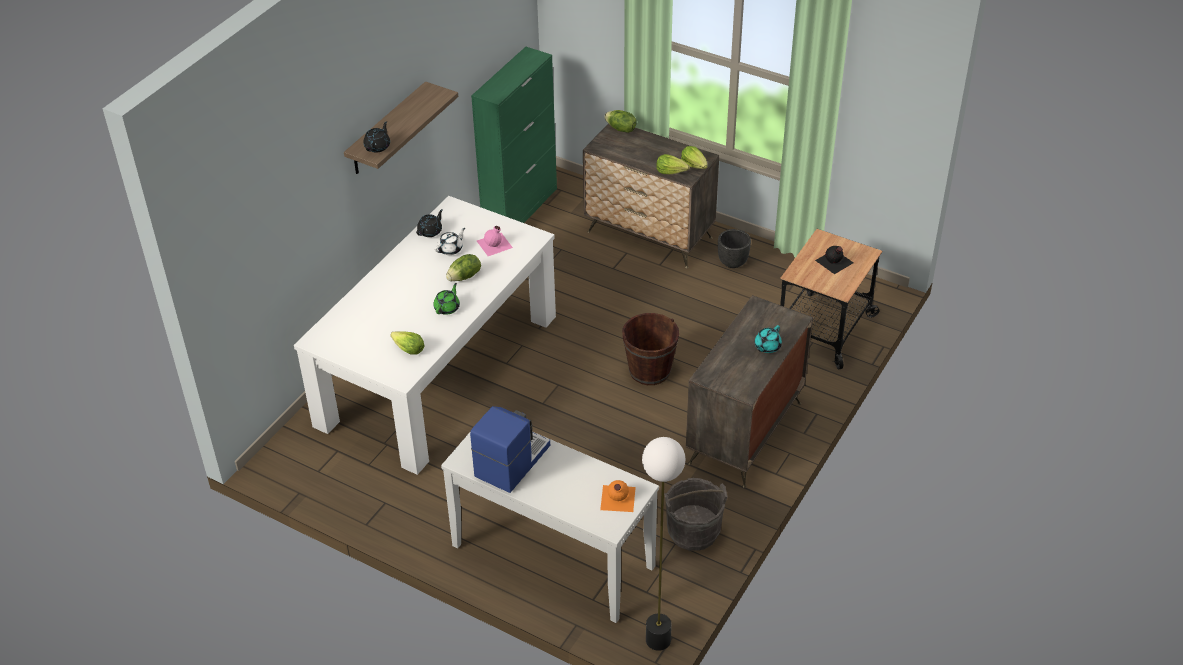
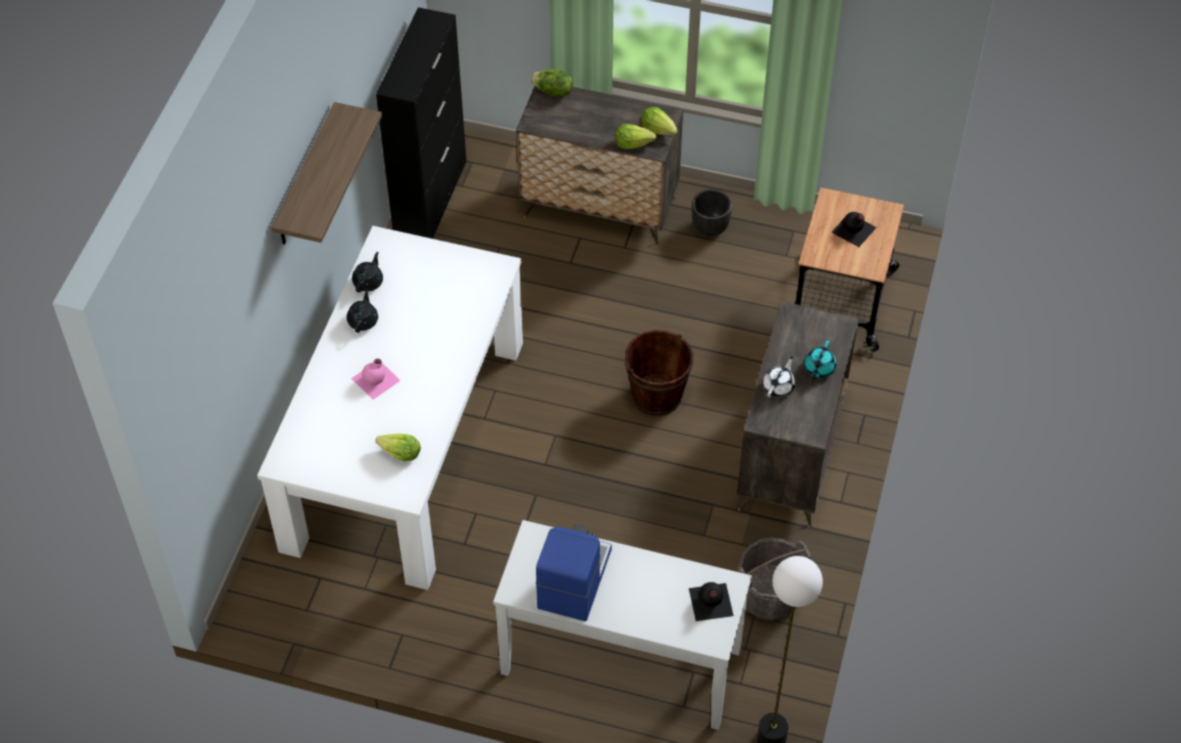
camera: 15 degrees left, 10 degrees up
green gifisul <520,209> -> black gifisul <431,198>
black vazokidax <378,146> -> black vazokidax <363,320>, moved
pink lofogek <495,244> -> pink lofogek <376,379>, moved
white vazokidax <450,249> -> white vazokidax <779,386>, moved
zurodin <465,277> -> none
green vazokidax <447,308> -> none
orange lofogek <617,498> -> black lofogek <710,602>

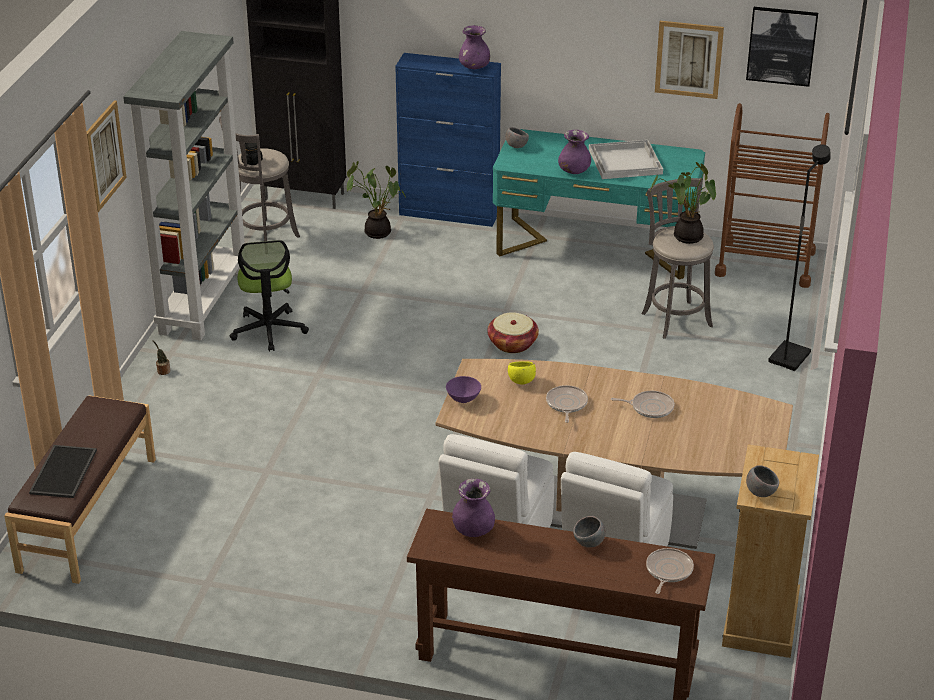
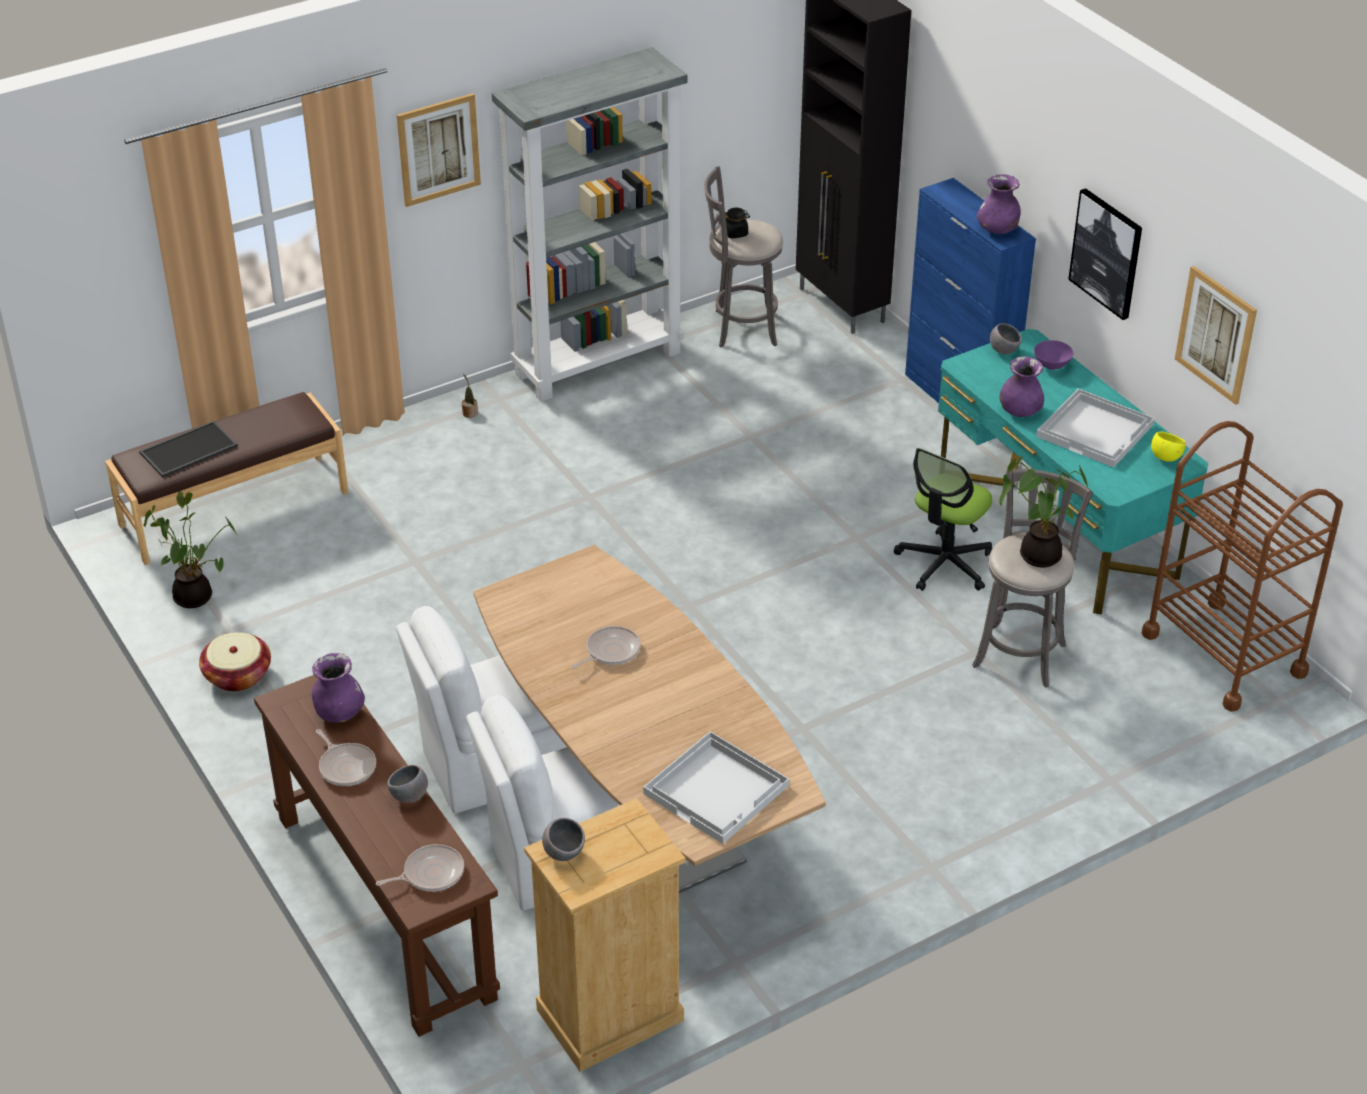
camera: 45 degrees right, 5 degrees up
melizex <781,45> -> melizex <1107,253>, moved
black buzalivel <788,357> -> none
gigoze <378,231> -> gigoze <196,595>, moved
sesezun <269,330> -> sesezun <944,564>, moved
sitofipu <512,344> -> sitofipu <238,675>, moved
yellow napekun <521,382> -> yellow napekun <1165,458>, moved
purple napekun <463,400> -> purple napekun <1051,366>, moved
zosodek <650,407> -> zosodek <346,766>, moved
none -> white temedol <717,789>

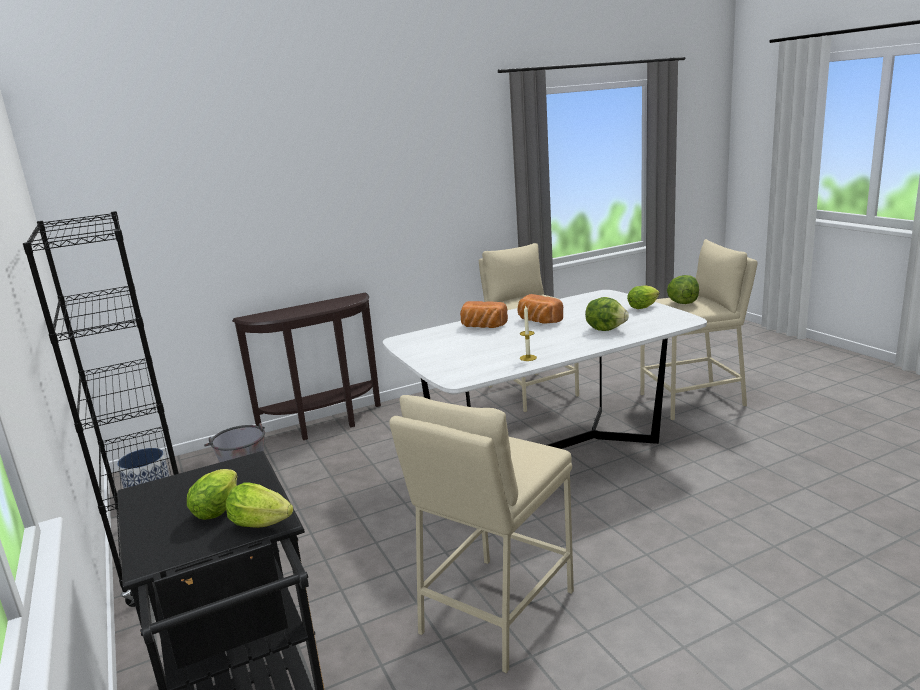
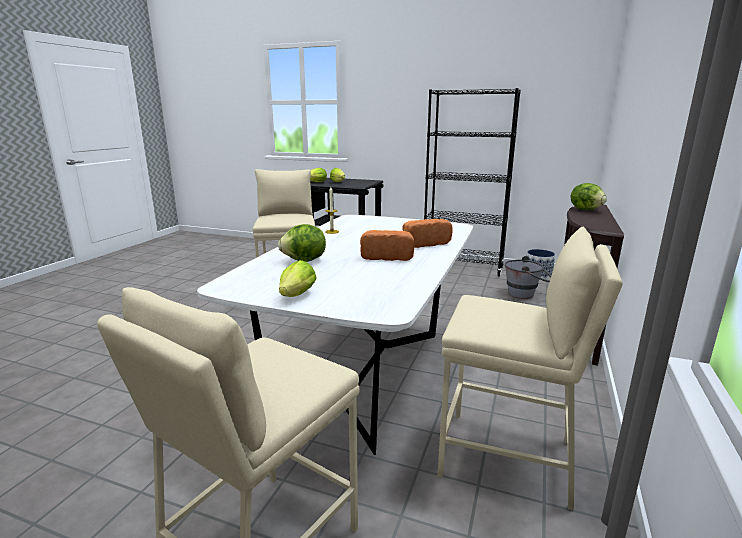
camera: 135 degrees right, 0 degrees up
zurodin <682,303> -> zurodin <586,209>, moved

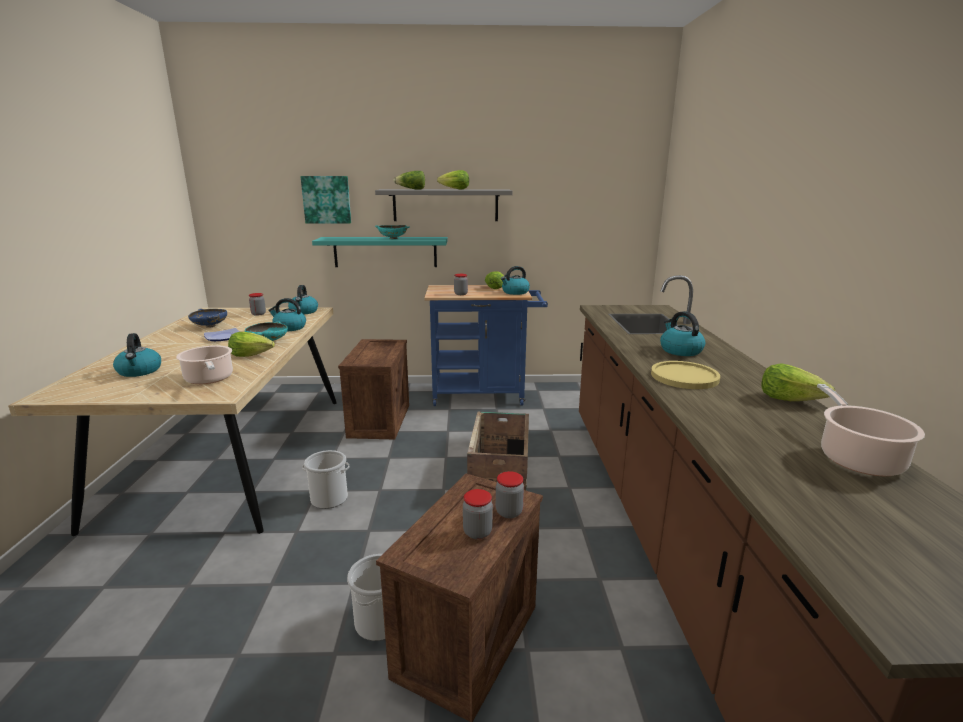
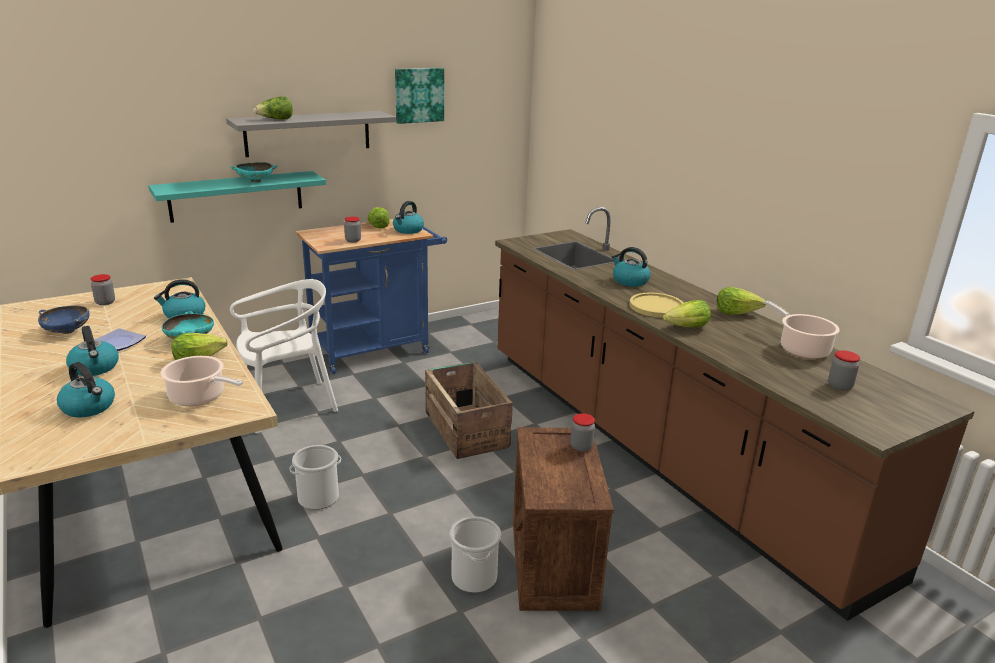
camera: 30 degrees left, 5 degrees up
zurodin <454,189> -> zurodin <687,327>, moved
melizex <327,199> -> melizex <418,95>, moved
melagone <304,312> -> melagone <95,368>, moved
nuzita <380,421> -> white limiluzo <287,405>
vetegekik <477,532> -> vetegekik <839,386>, moved

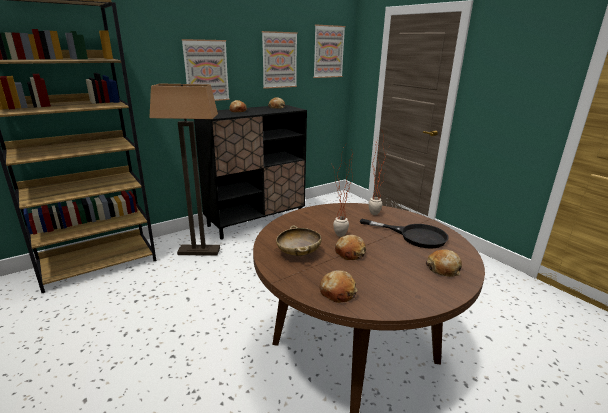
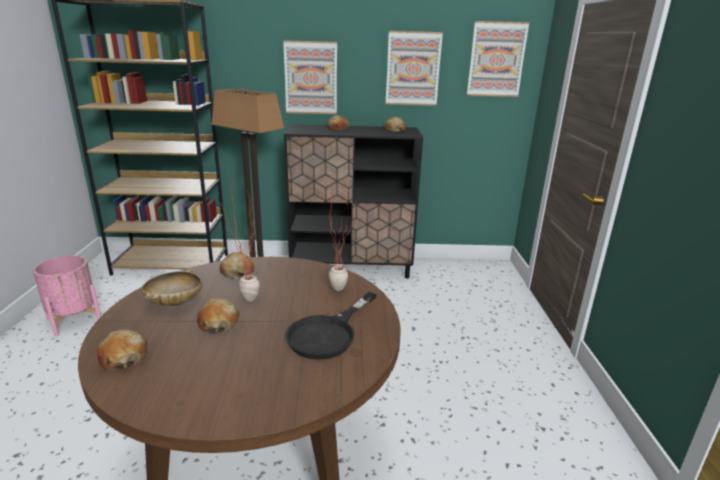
camera: 35 degrees right, 0 degrees up
black zosodek <414,236> -> black zosodek <329,333>, 60 degrees clockwise
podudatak <443,268> -> podudatak <237,272>, moved
none -> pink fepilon <74,319>

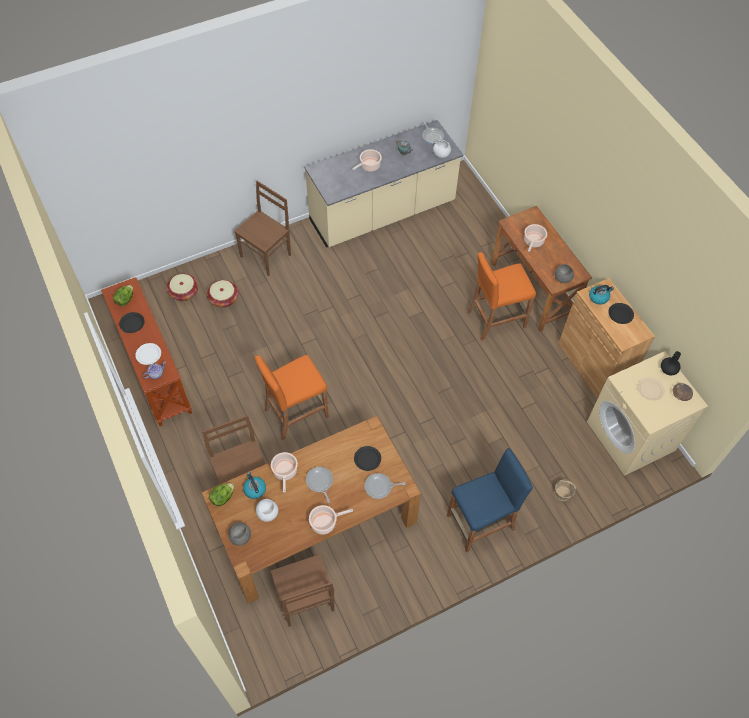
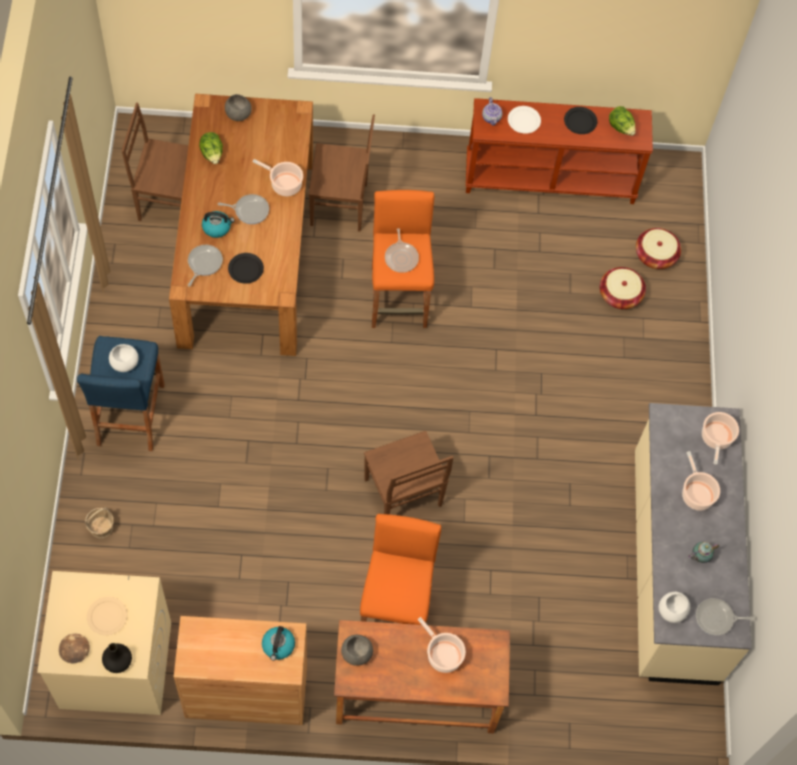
camera: 115 degrees right, 5 degrees up
brown limiluzo <267,255> -> brown limiluzo <403,494>, moved
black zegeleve <620,314> -> none
melagone <254,489> -> melagone <217,227>, moved
zurodin <222,497> -> zurodin <212,154>, moved
white napekun <267,512> -> white napekun <125,362>, moved
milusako <325,523> -> milusako <716,438>, moved
none -> zosodek <401,257>

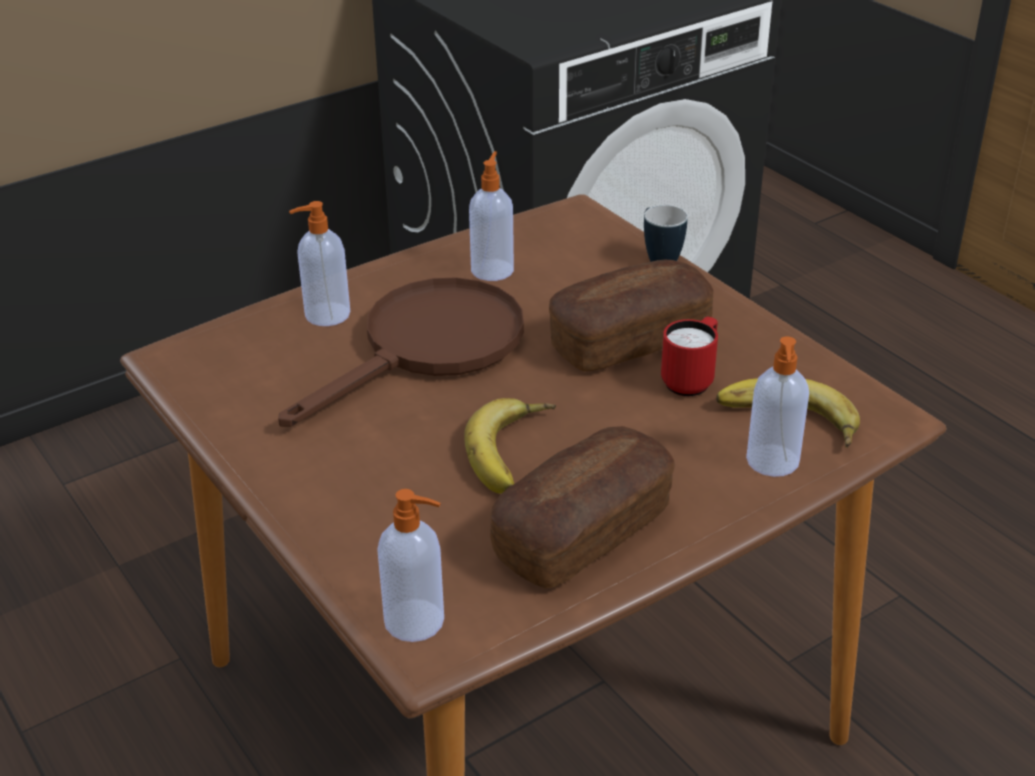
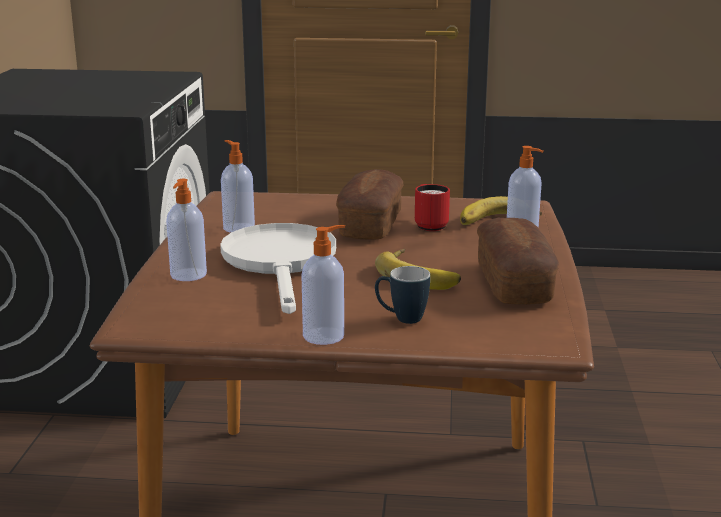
camera: 50 degrees left, 15 degrees down
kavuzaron <658,258> -> kavuzaron <401,318>, moved
brown zosodek <429,348> -> white zosodek <281,263>
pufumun <416,621> -> pufumun <325,336>, moved

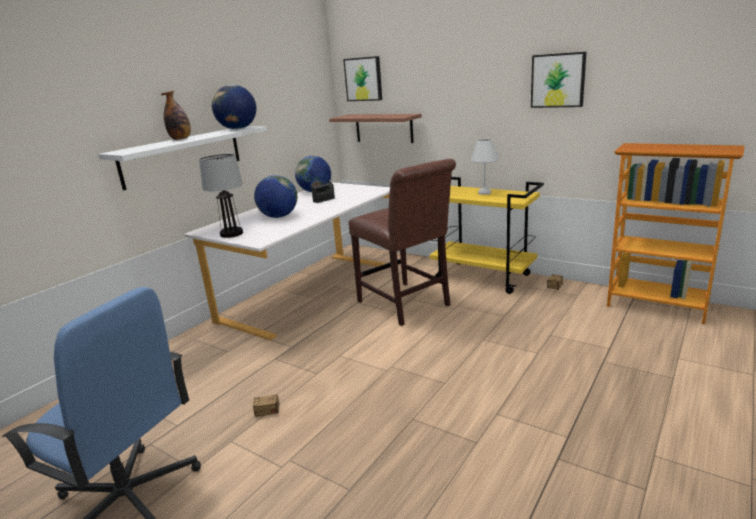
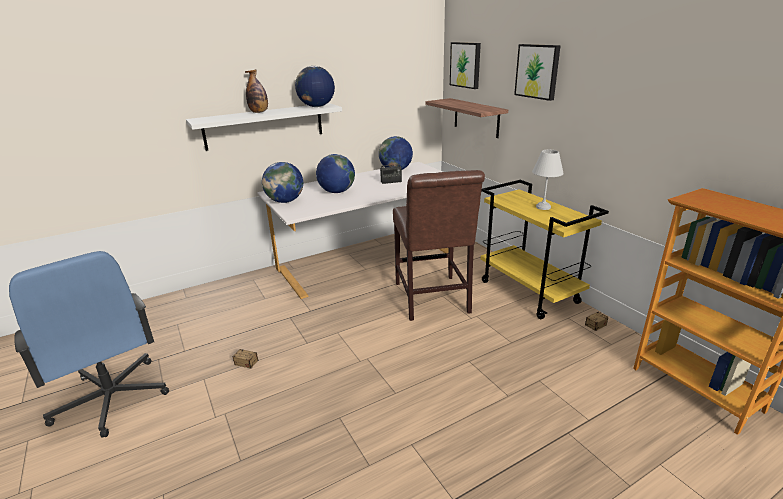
camera: 25 degrees right, 5 degrees up
melizex <558,80> -> melizex <537,71>, moved
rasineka <232,234> -> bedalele <285,201>

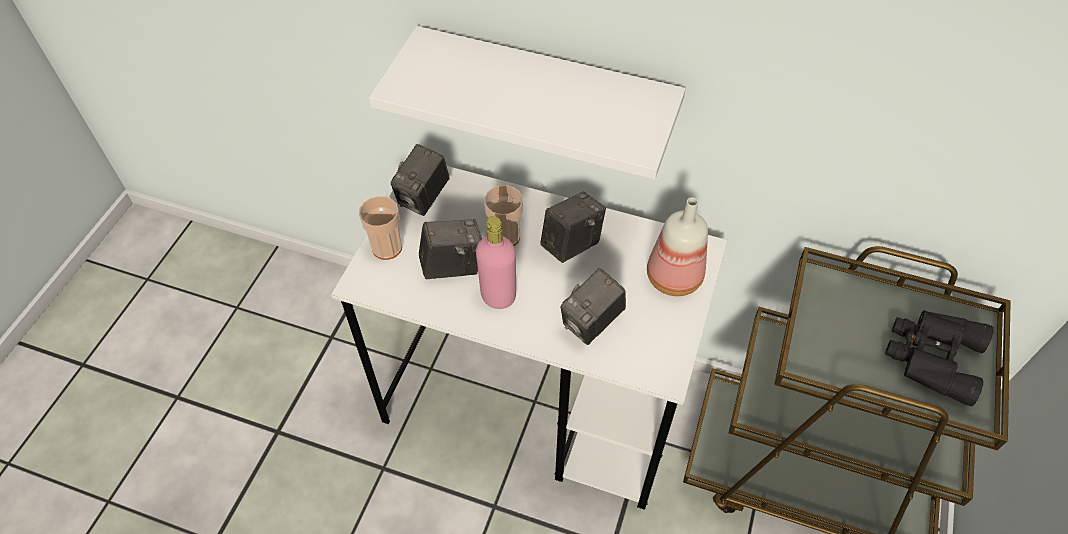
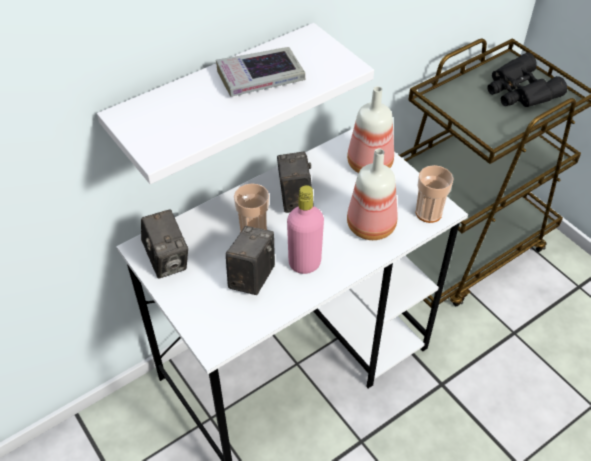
camera: 55 degrees left, 5 degrees down
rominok <387,247> -> rominok <428,213>, moved
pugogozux <592,323> -> lofogek <371,225>
none -> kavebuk <260,77>

